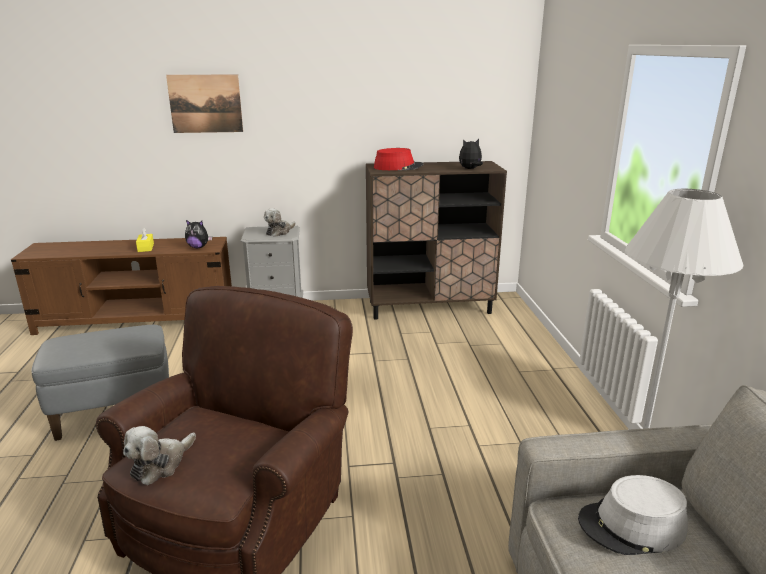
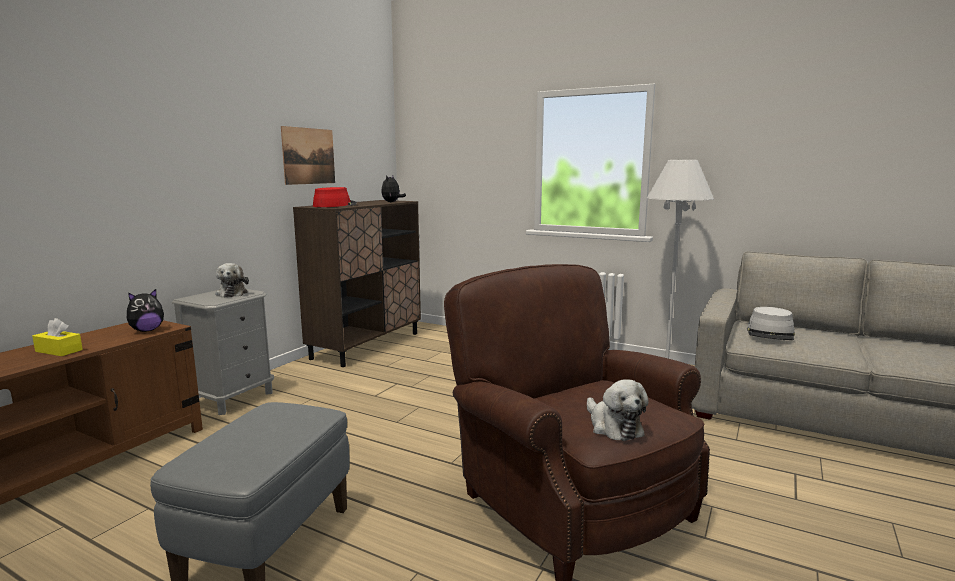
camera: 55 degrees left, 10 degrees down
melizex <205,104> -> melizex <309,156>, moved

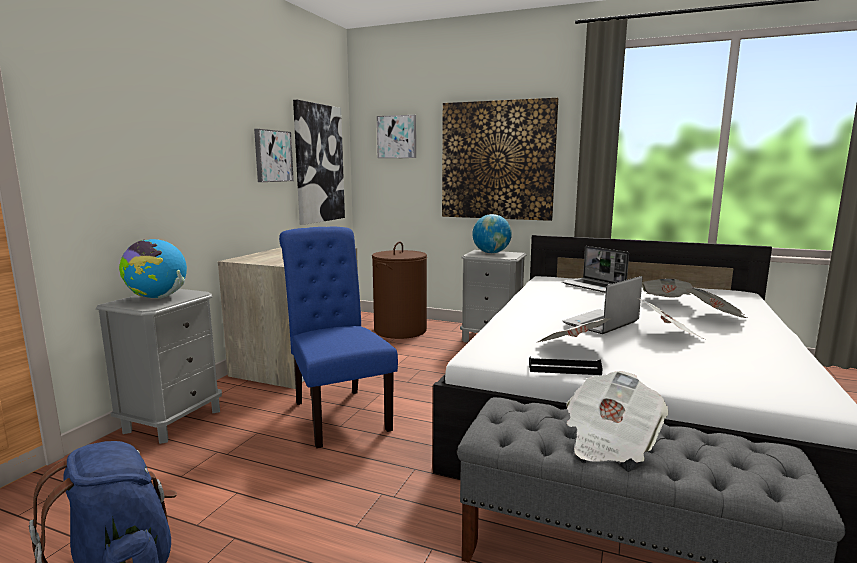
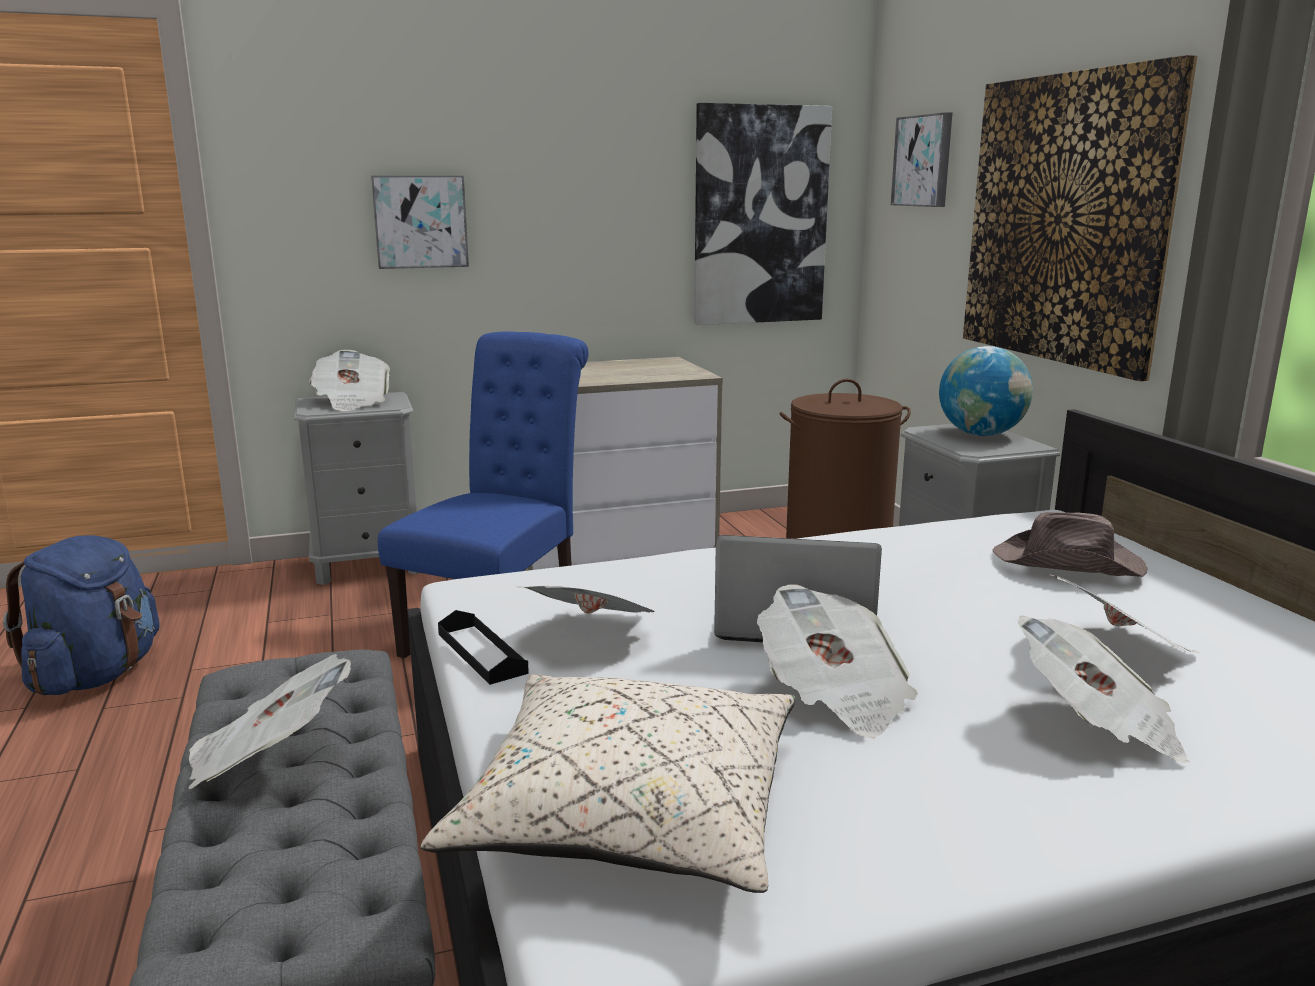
camera: 50 degrees right, 5 degrees up
melizex <272,156> -> melizex <420,222>, moved
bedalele <157,298> -> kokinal <352,402>
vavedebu <594,286> -> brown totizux <1069,563>
none -> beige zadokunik <629,812>

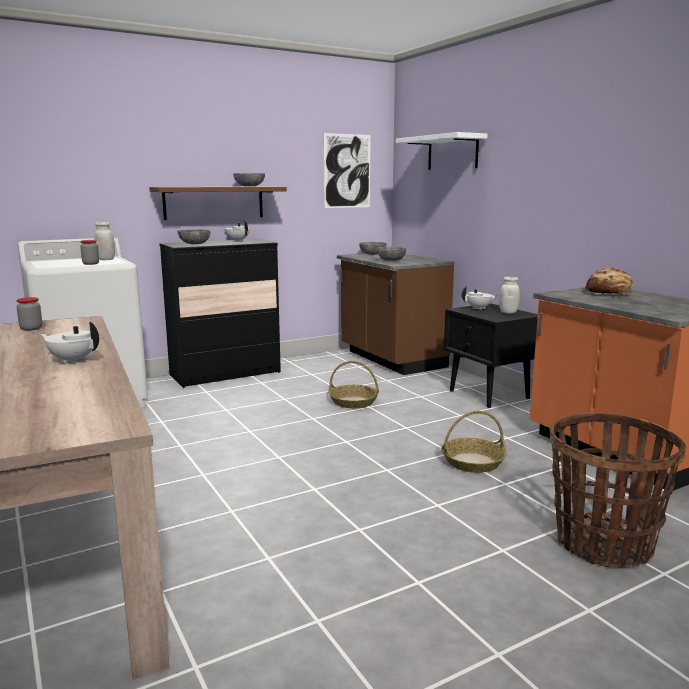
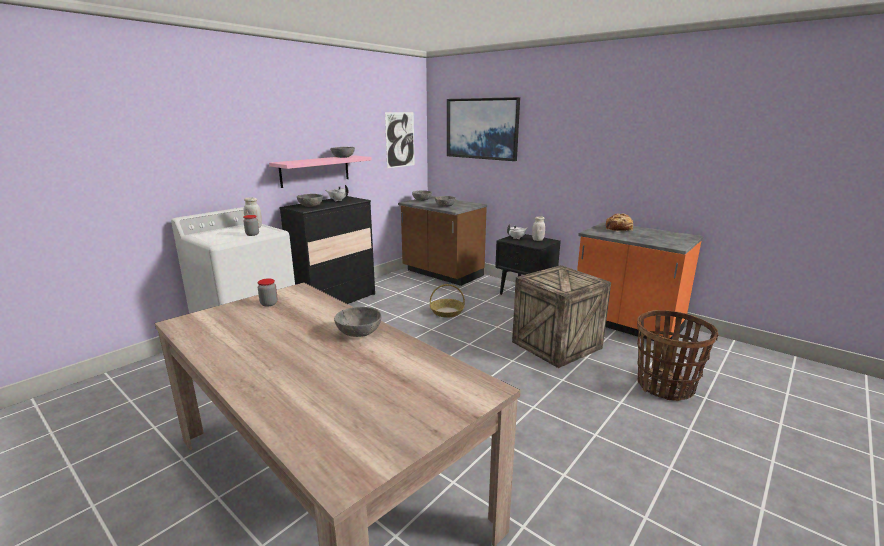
camera: 20 degrees left, 5 degrees up
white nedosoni <452,152> -> melizex <482,128>
brown nedosoni <214,202> -> pink nedosoni <315,171>
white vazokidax <73,360> -> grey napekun <358,332>
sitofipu <472,462> -> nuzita <556,345>

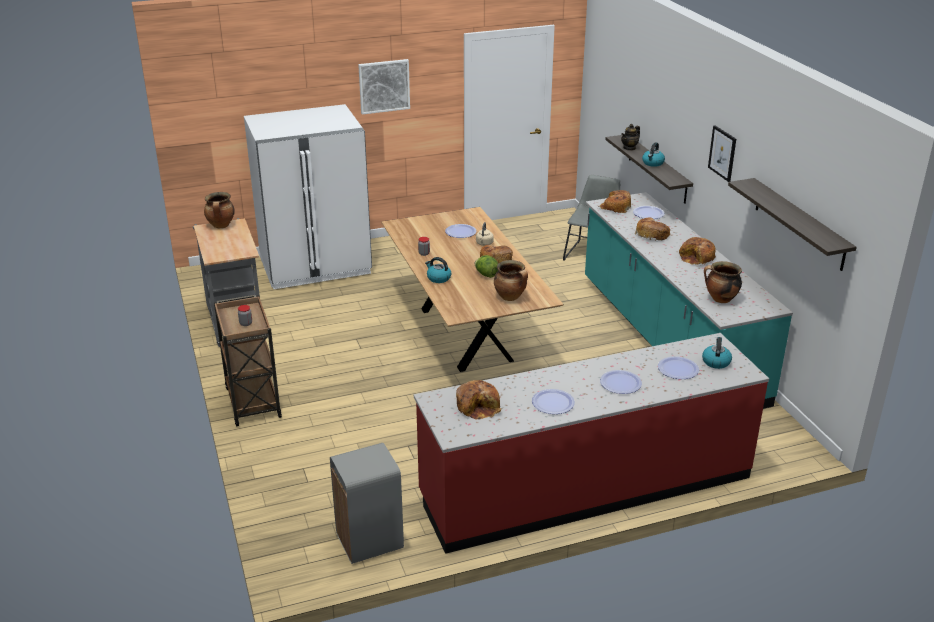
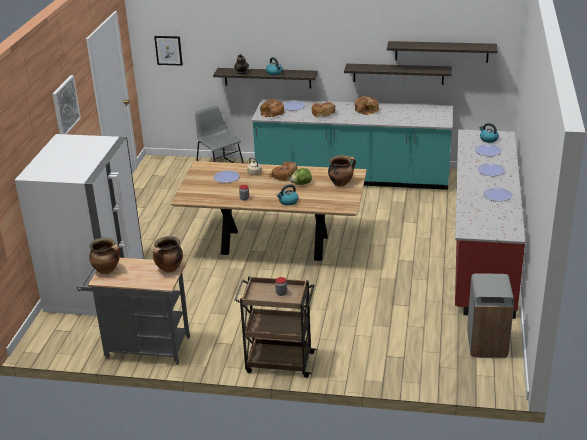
camera: 60 degrees left, 0 degrees up
melizex <722,153> -> melizex <168,50>, moved
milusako <720,299> -> milusako <169,269>, moved
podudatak <478,406> -> none
none -> nedosoni <398,74>

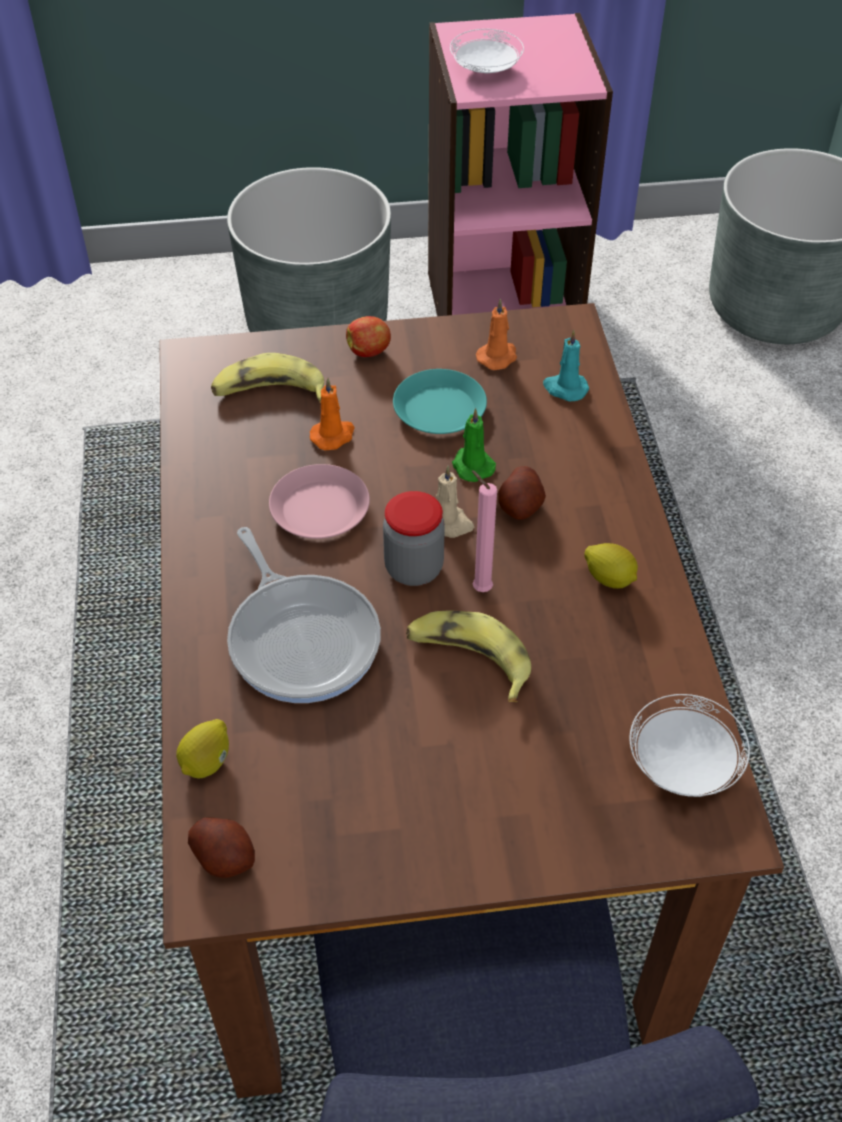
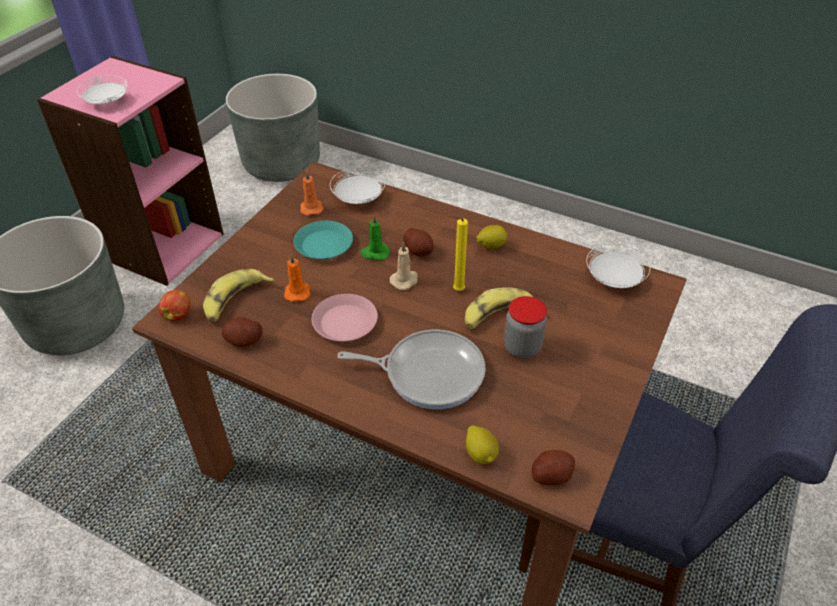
camera: 55 degrees left, 5 degrees down
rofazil <369,351> -> rofazil <178,314>, moved
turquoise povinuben <564,388> -> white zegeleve <358,198>
pink povinuben <479,588> -> yellow povinuben <456,290>
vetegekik <414,568> -> vetegekik <522,347>, moved
none -> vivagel <244,341>

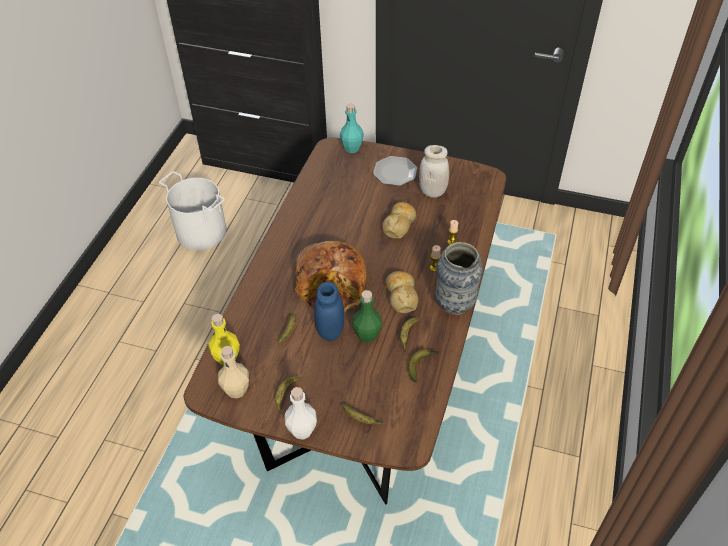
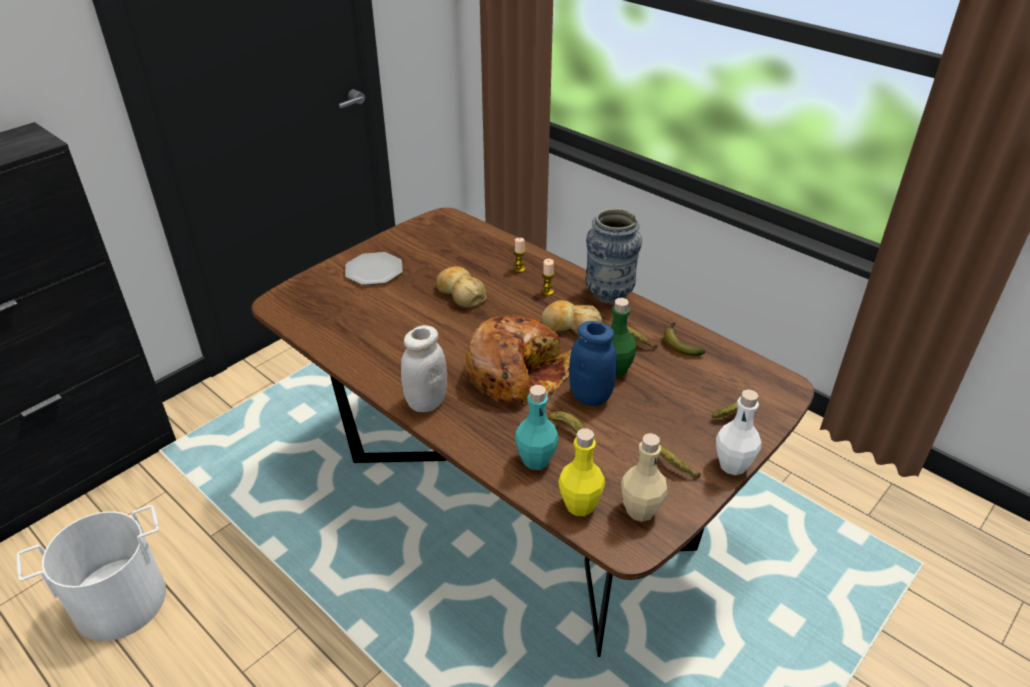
camera: 65 degrees left, 10 degrees down
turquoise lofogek <352,148> -> turquoise lofogek <536,460>, moved
white vetegekik <432,191> -> white vetegekik <426,402>, moved

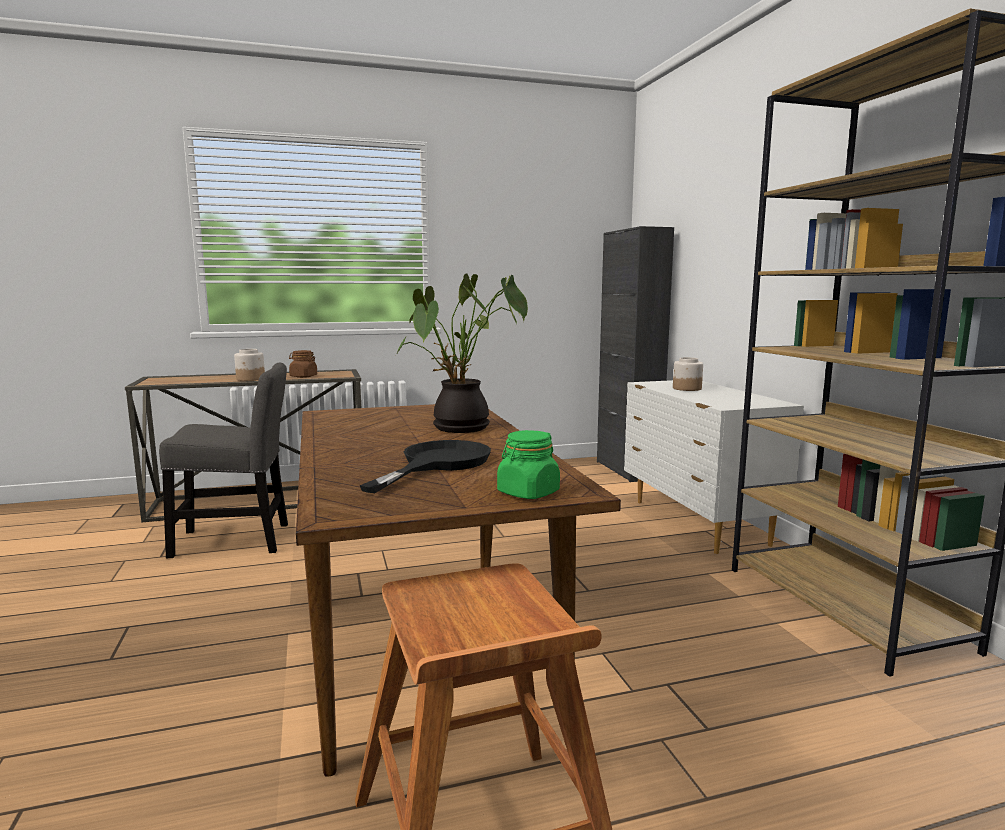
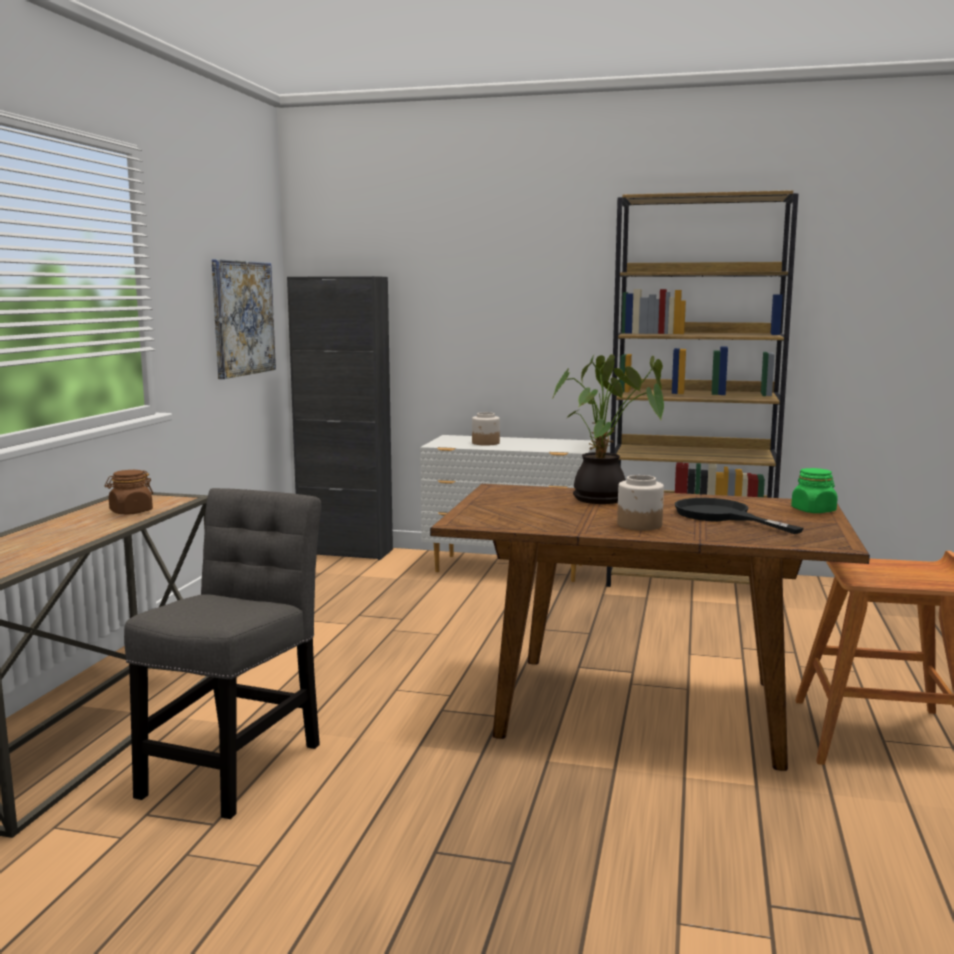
camera: 60 degrees left, 0 degrees up
vetegekik <250,379> -> vetegekik <640,525>, moved
none -> melizex <242,318>

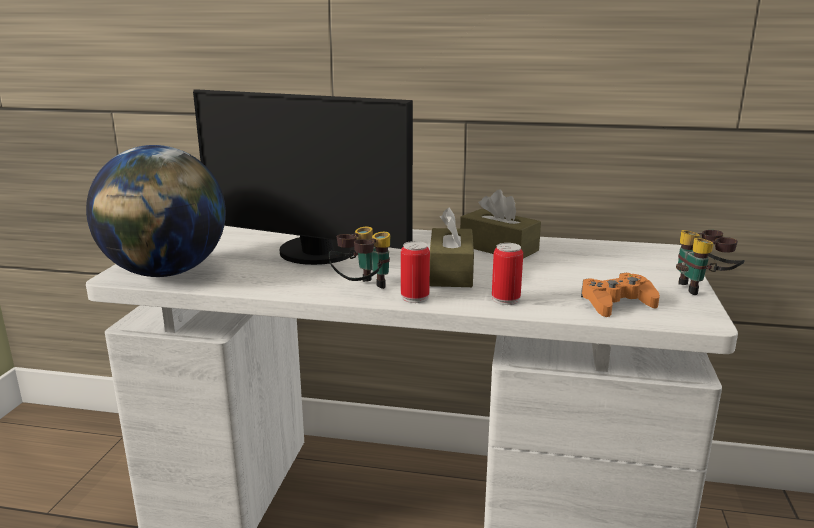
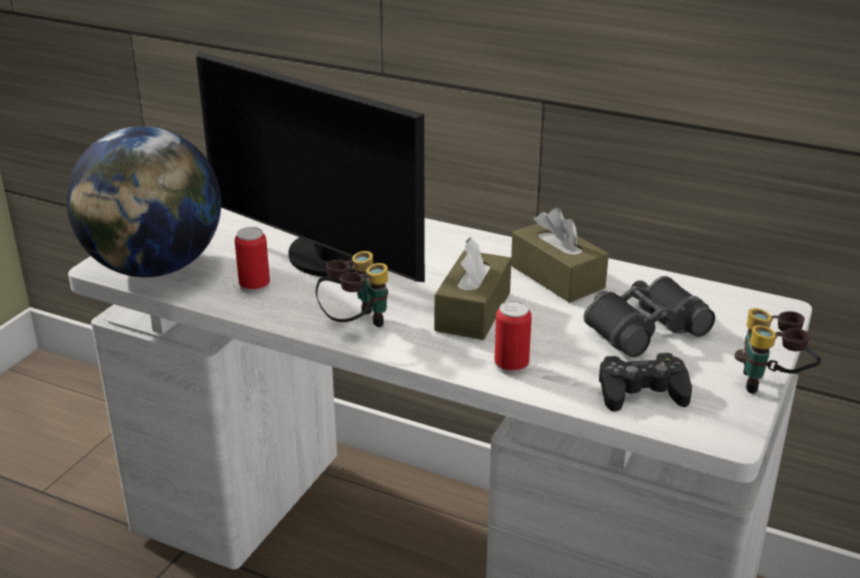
camera: 15 degrees right, 10 degrees up
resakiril <415,297> -> resakiril <254,286>, moved
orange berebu <616,303> -> black berebu <641,392>
none -> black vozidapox <643,327>

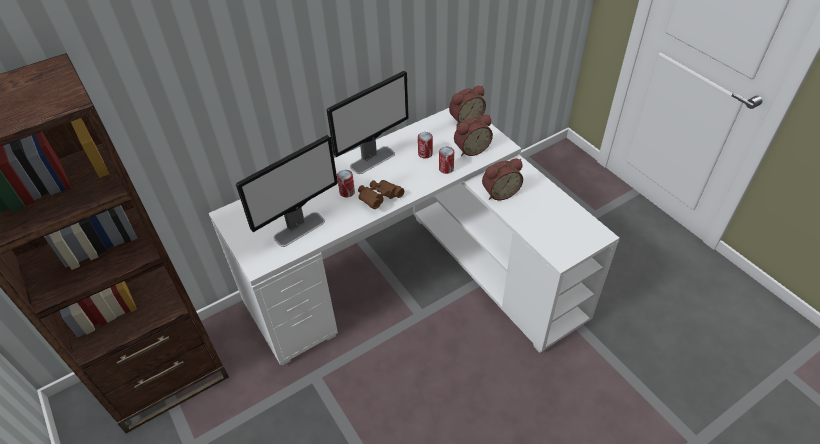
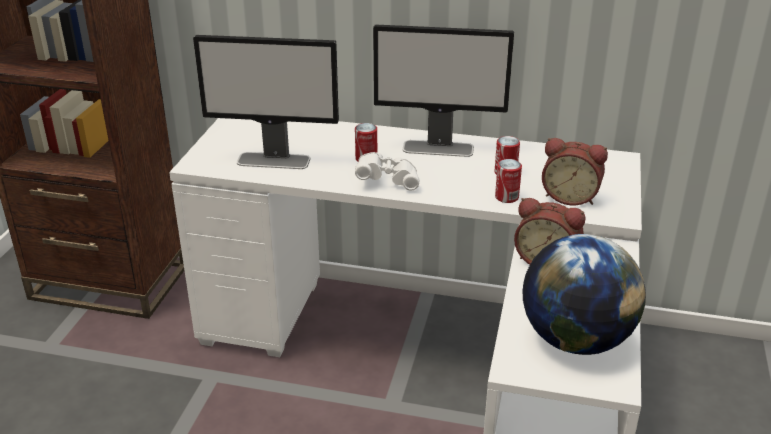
camera: 45 degrees right, 15 degrees down
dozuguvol <465,119> -> none
brown vozidapox <379,199> -> white vozidapox <387,181>
none -> bedalele <575,339>

